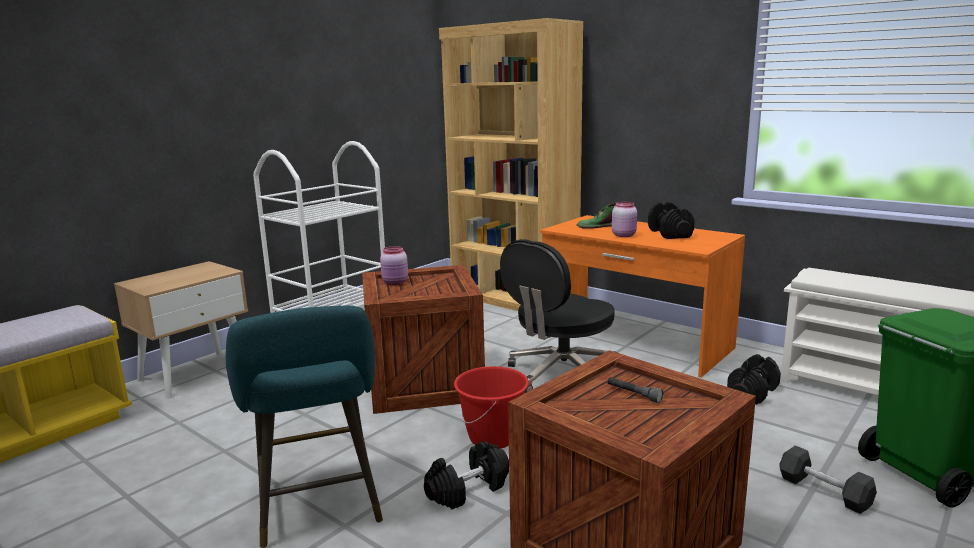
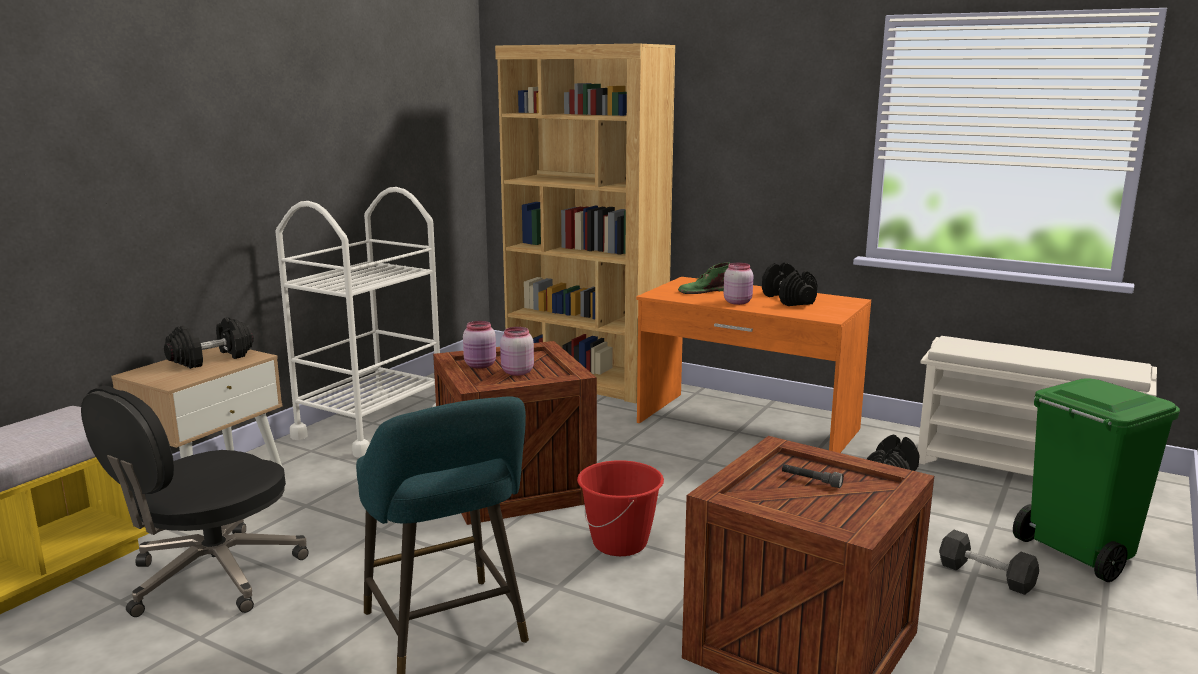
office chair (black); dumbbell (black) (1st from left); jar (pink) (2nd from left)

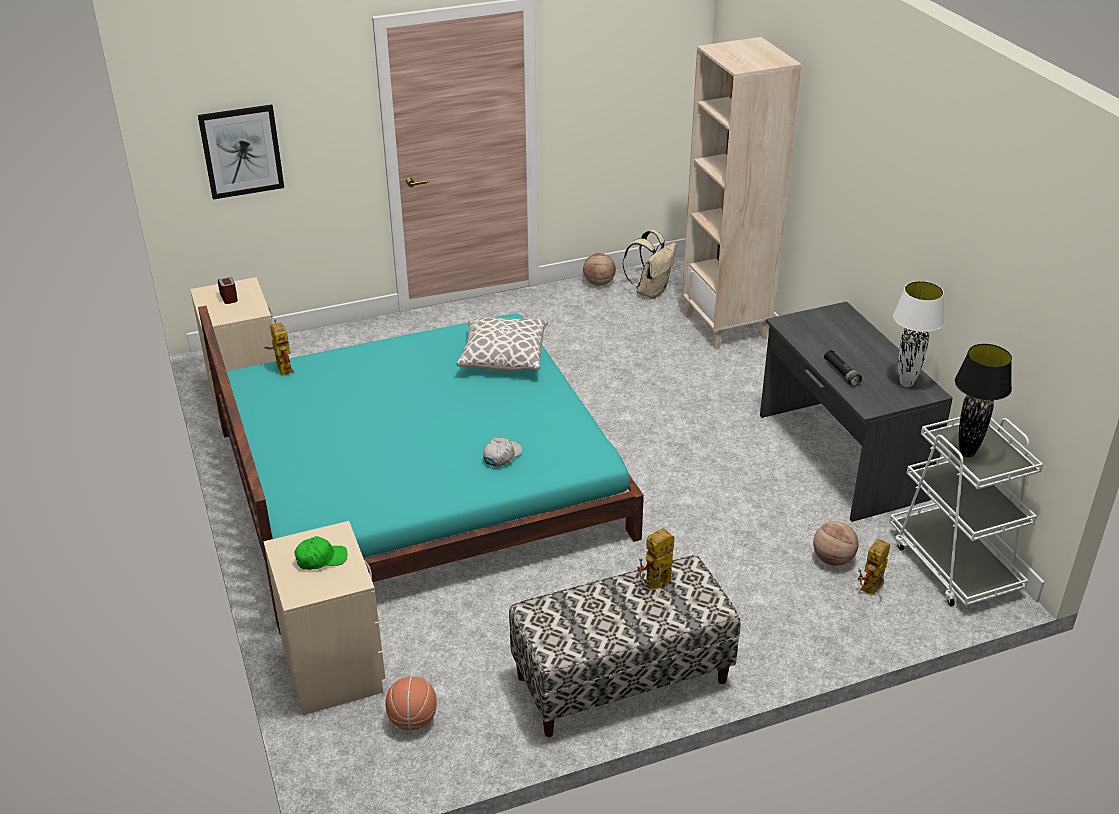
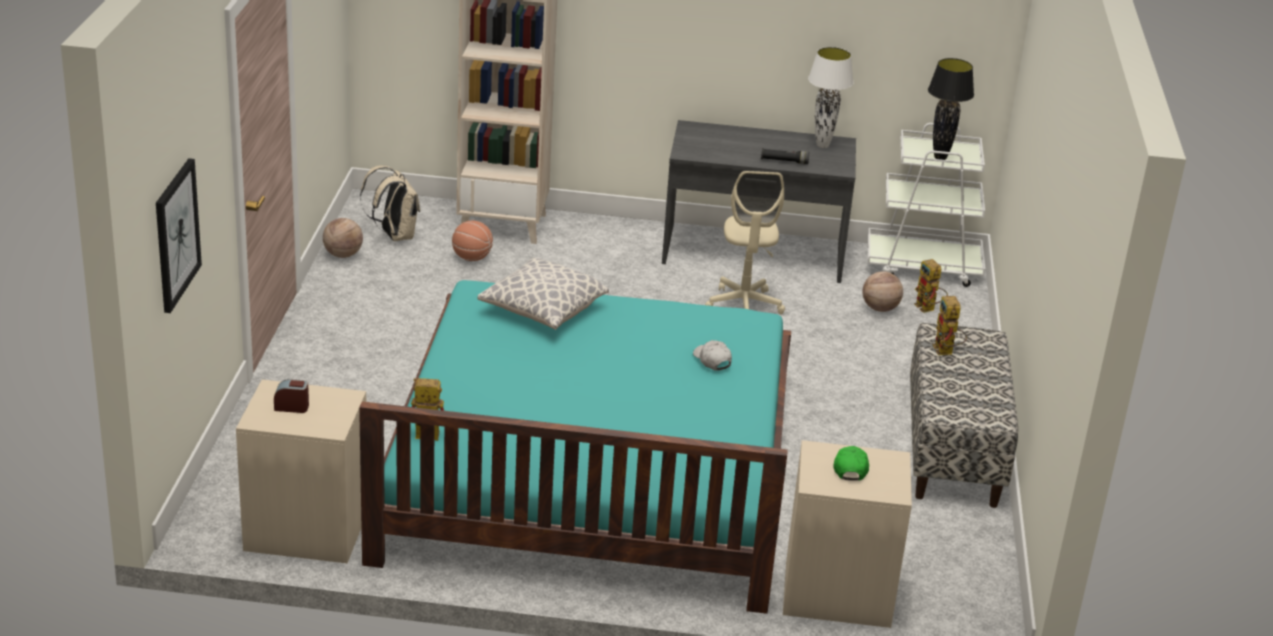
basketball (2nd from left); office chair (beige)

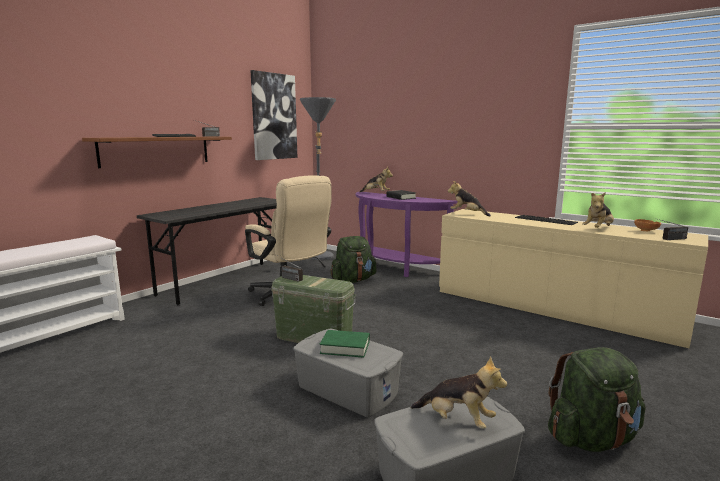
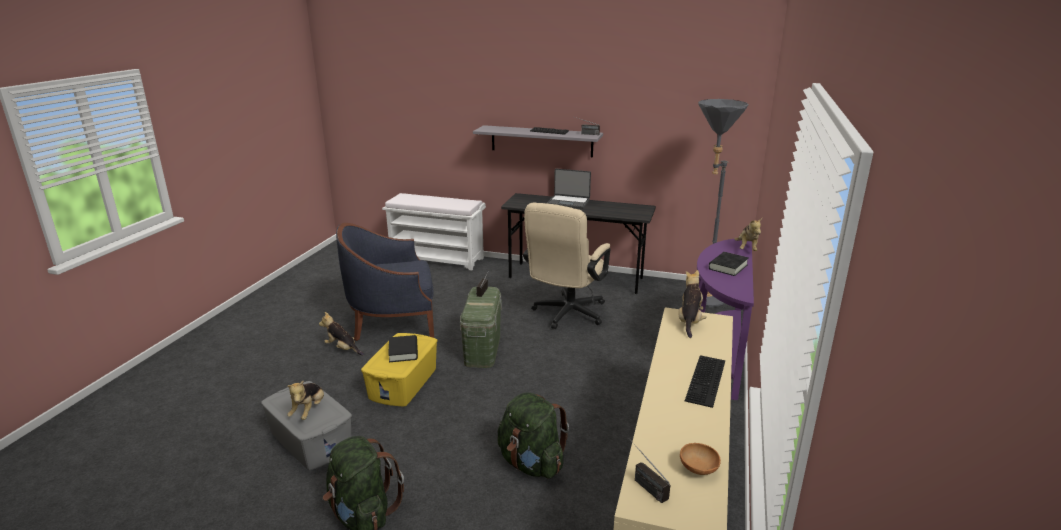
picture; shelf (grey); plush toy (2nd from left); backpack (green) (2nd from left); storage box (yellow); book (black) (1st from left); laptop; armchair (blue)

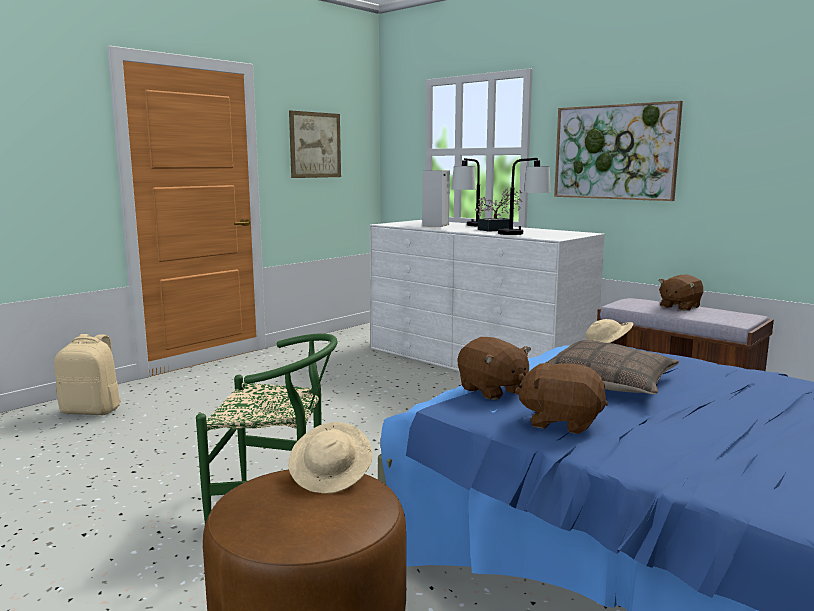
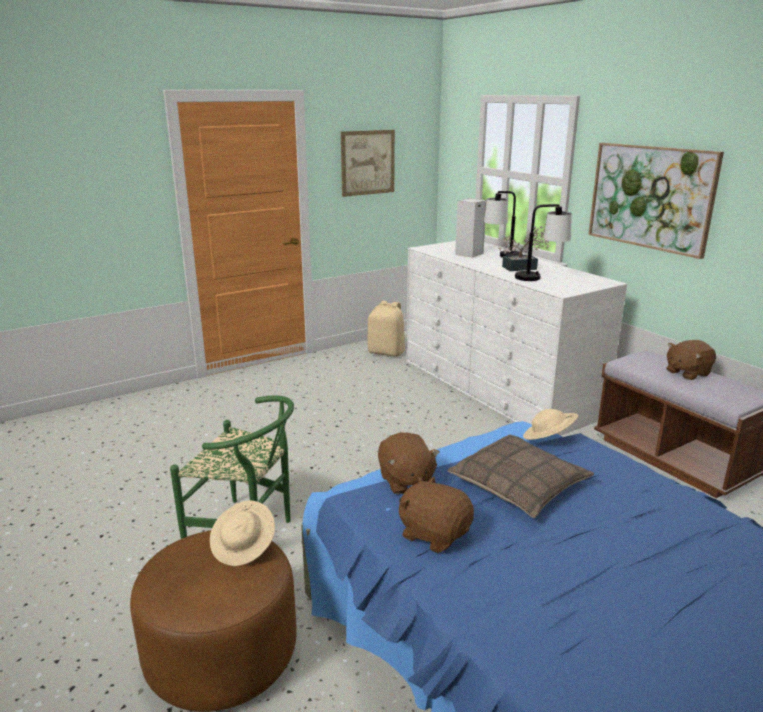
backpack (beige)

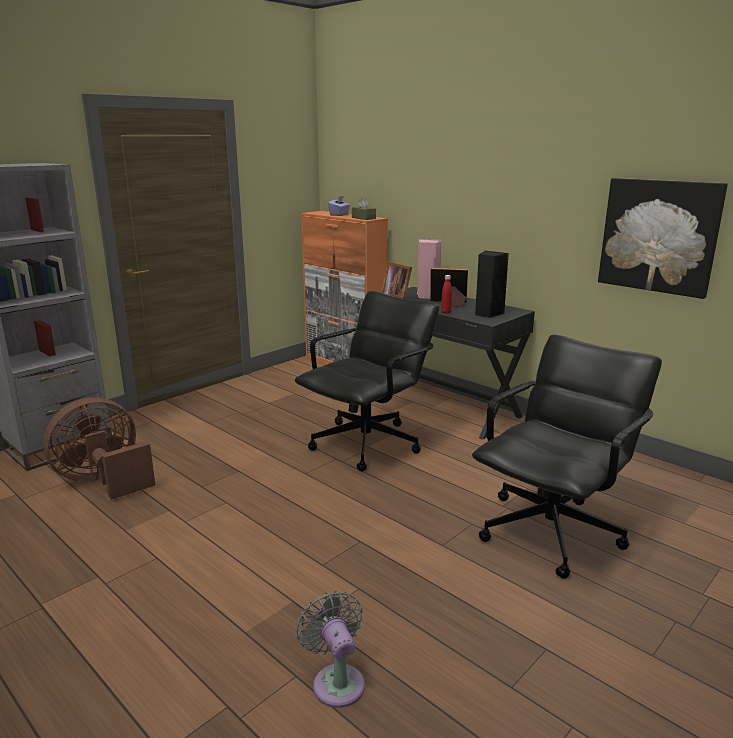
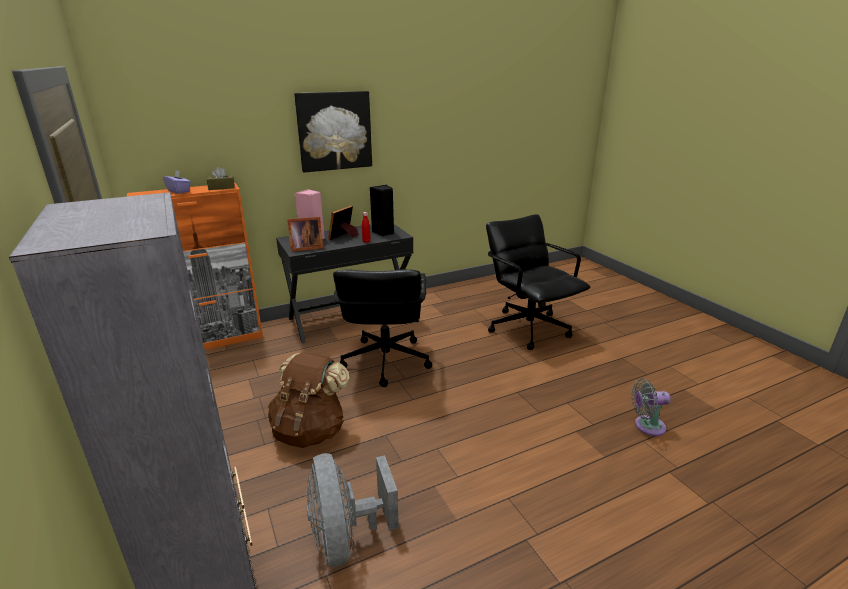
picture; office chair (black) (1st from left); fan (grey) (1st from left); backpack (brown)

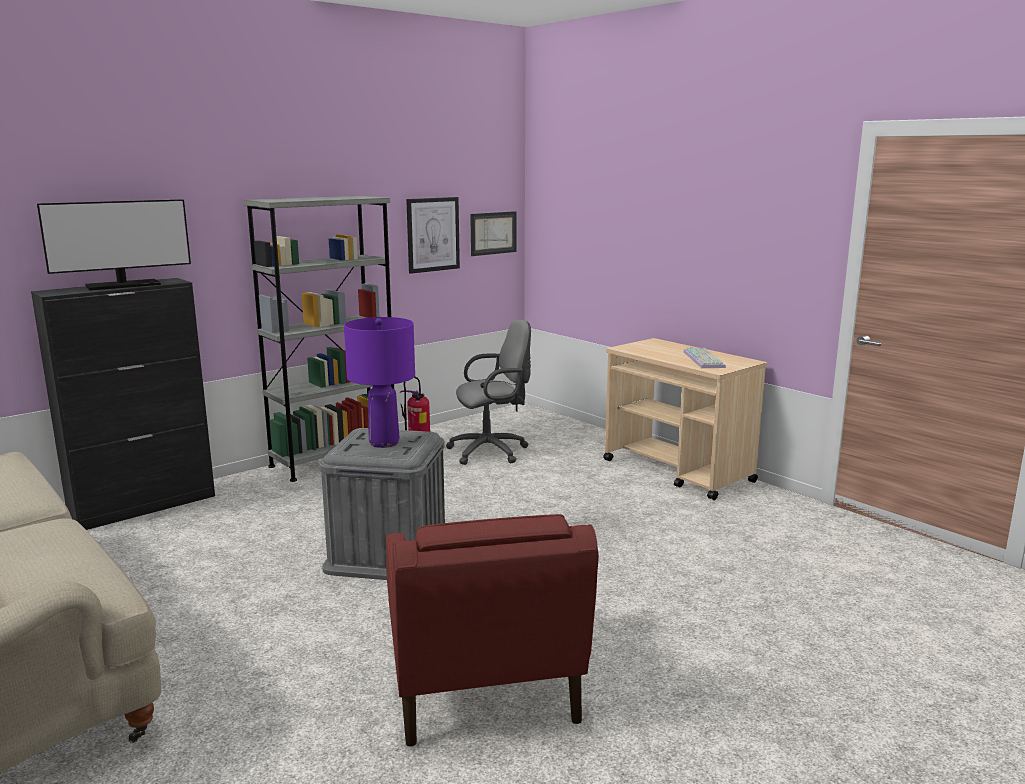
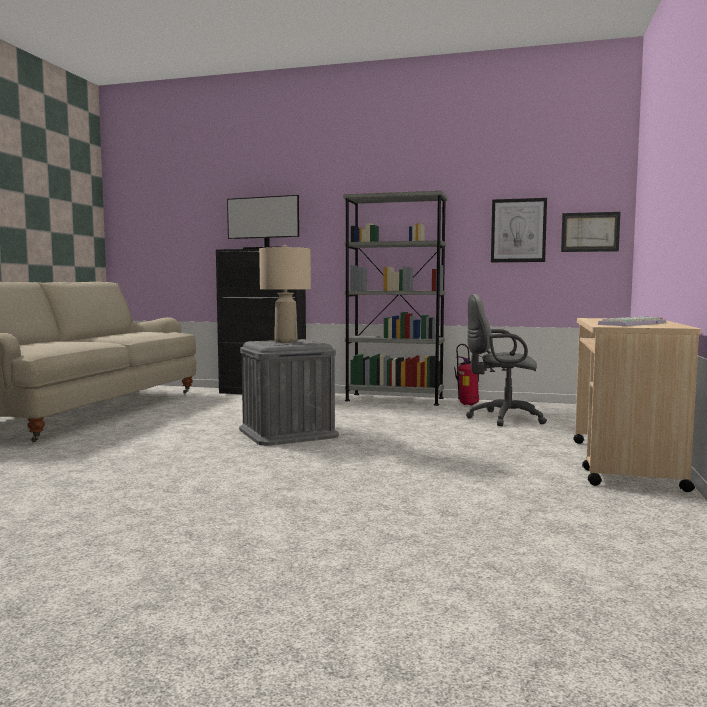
table lamp (beige); office chair (grey); armchair (red)

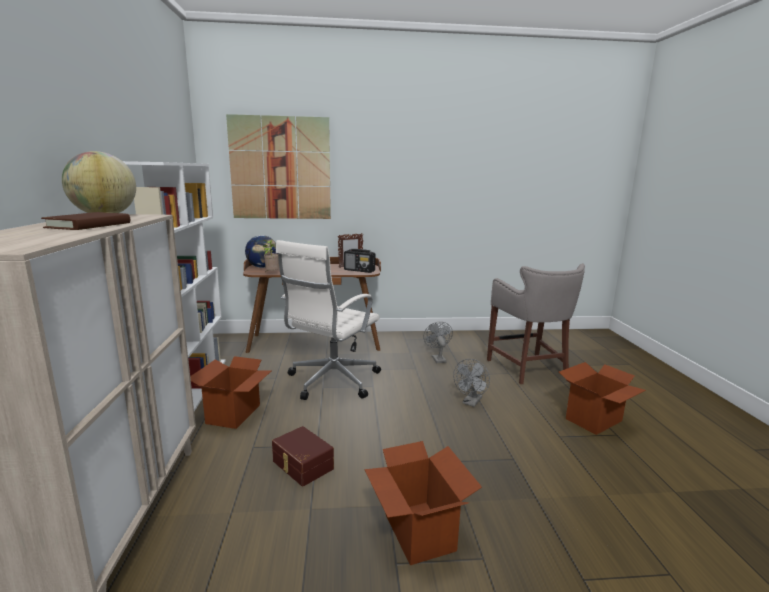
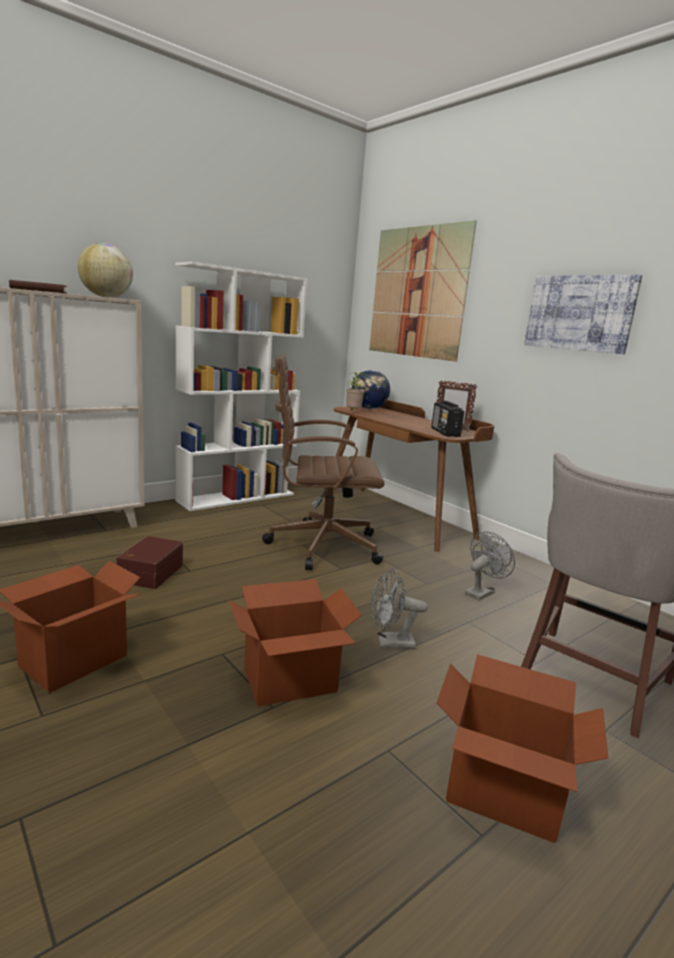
office chair (brown); cardboard box (2nd from left); picture (2nd from left)

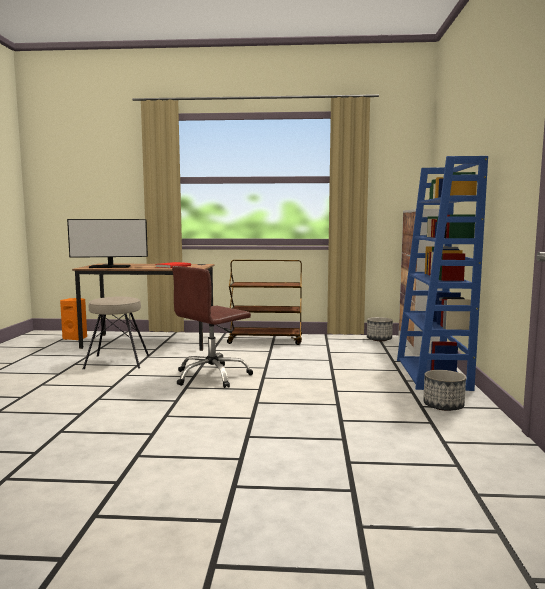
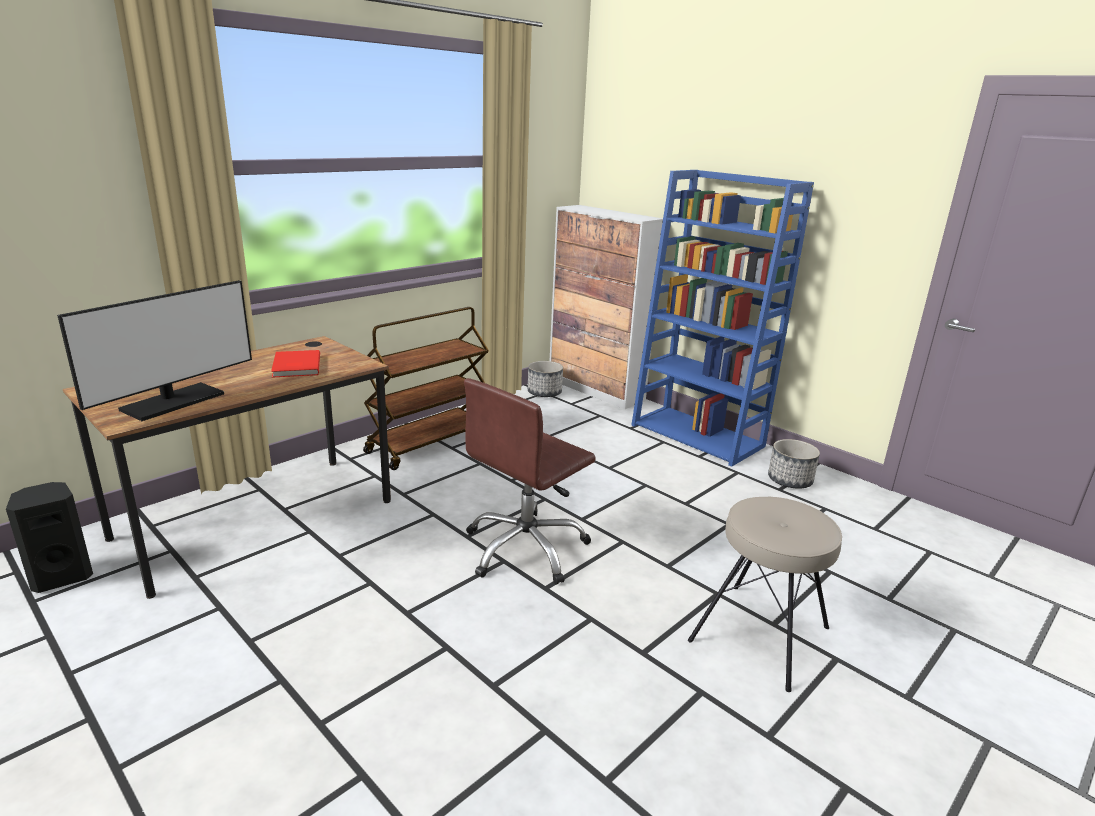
office chair (brown); stool (beige); speaker (black)

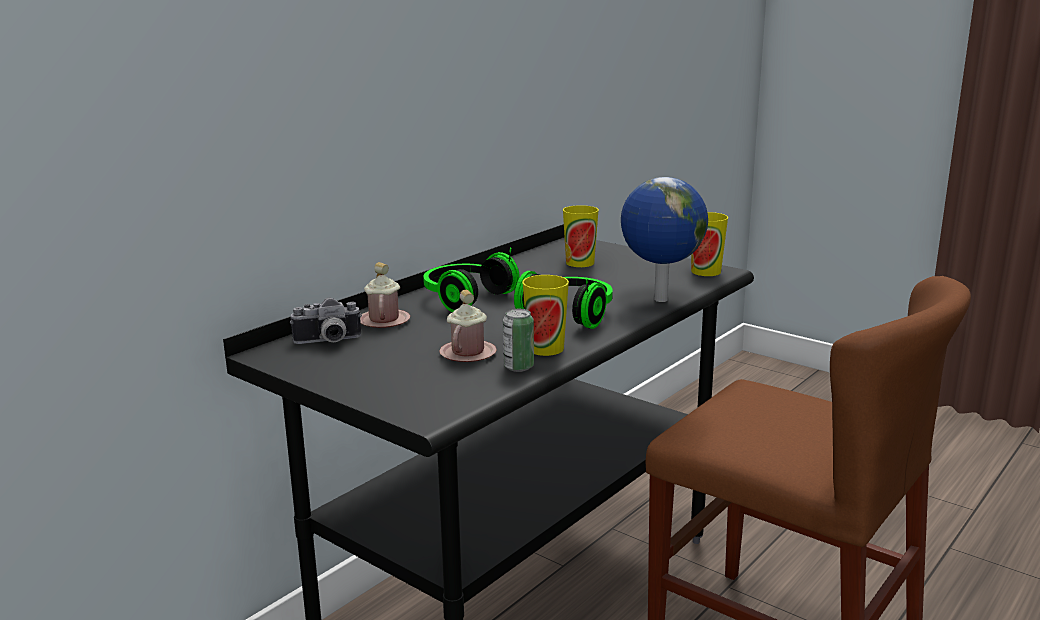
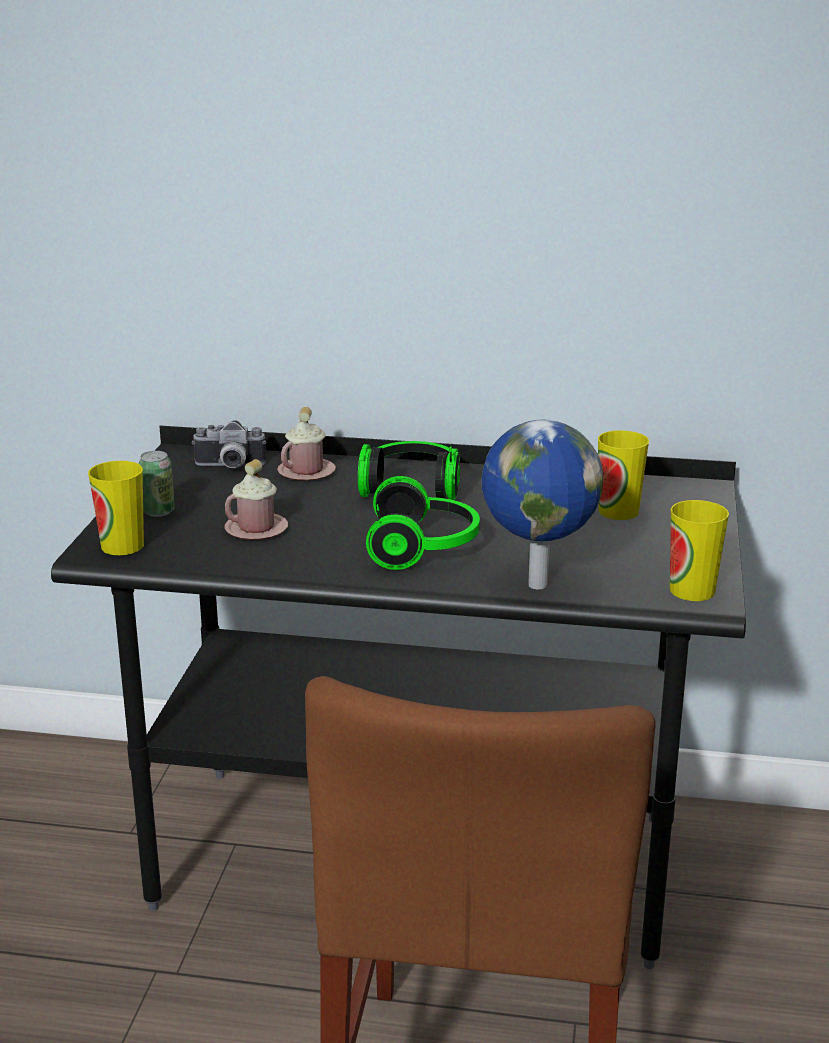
cup (1st from left); photo camera; can

